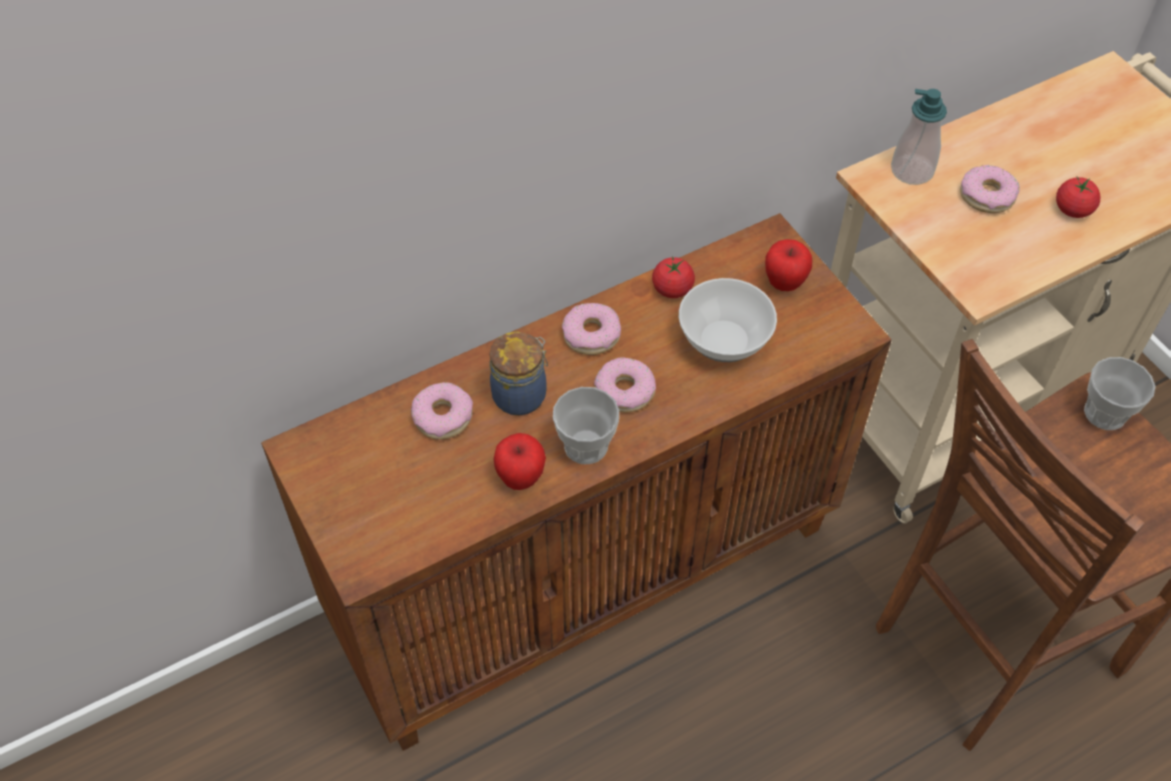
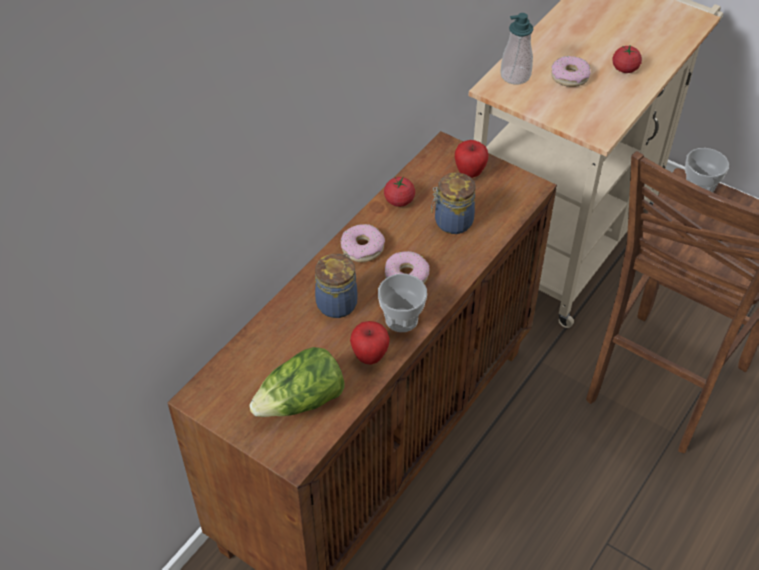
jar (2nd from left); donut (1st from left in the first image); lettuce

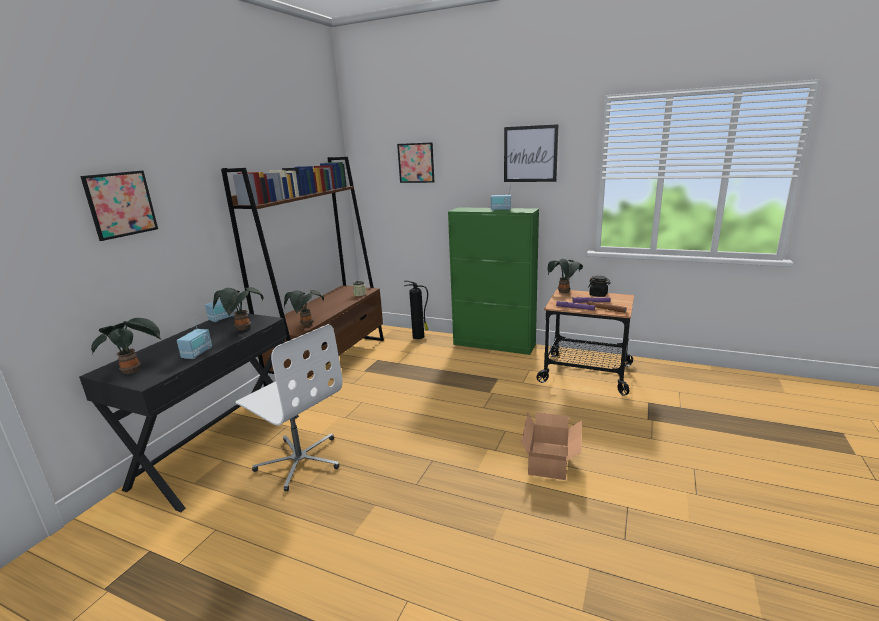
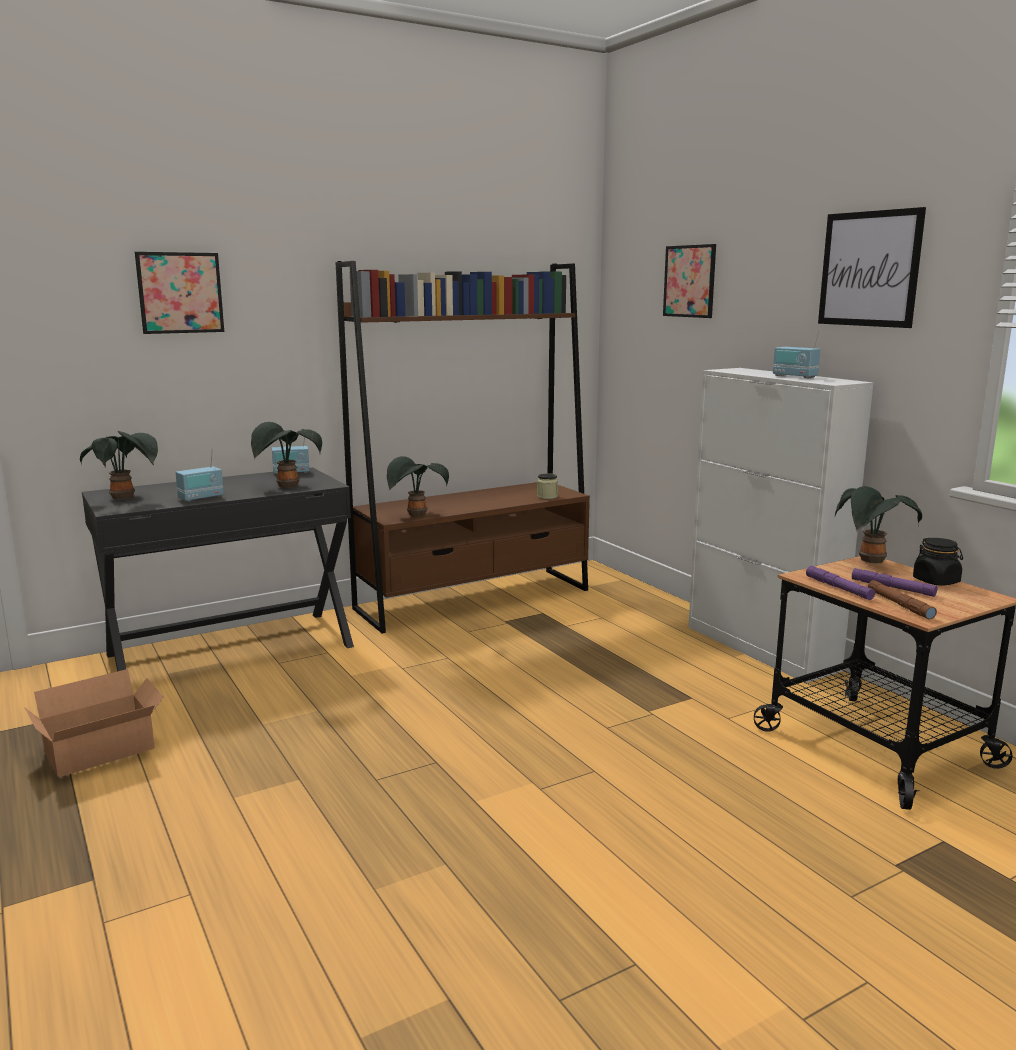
cabinet (white); fire extinguisher; office chair (white); cardboard box

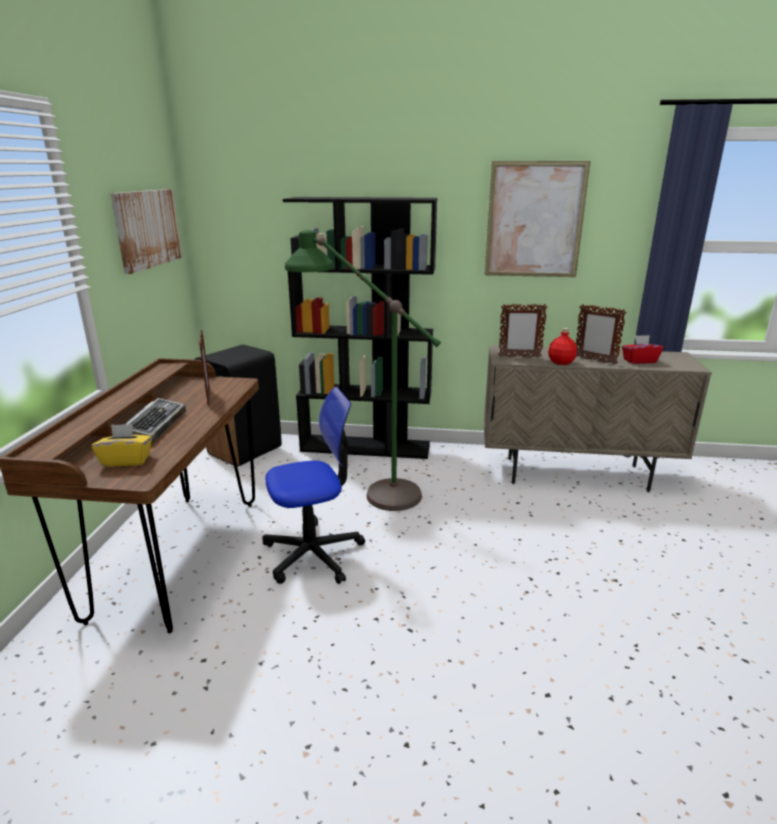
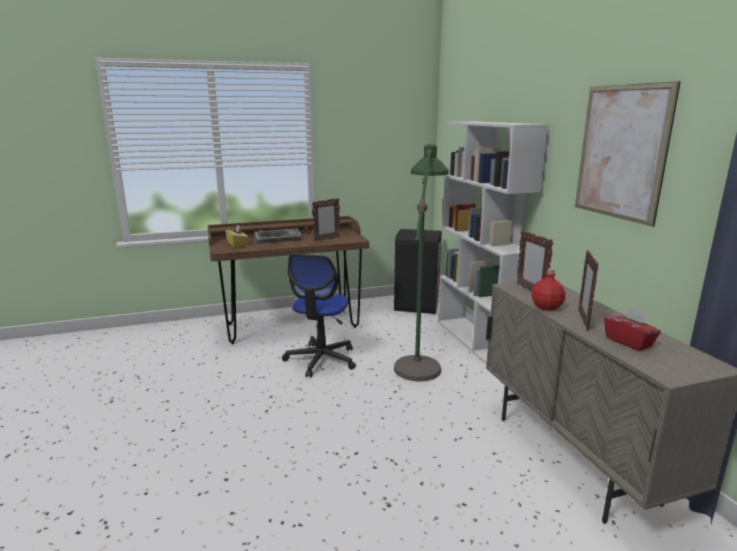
picture (1st from left in the first image); bookcase (white); office chair

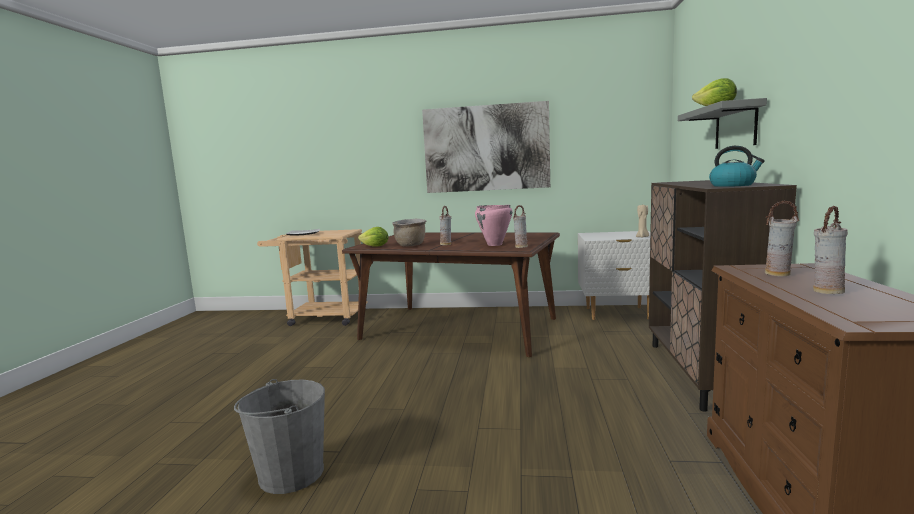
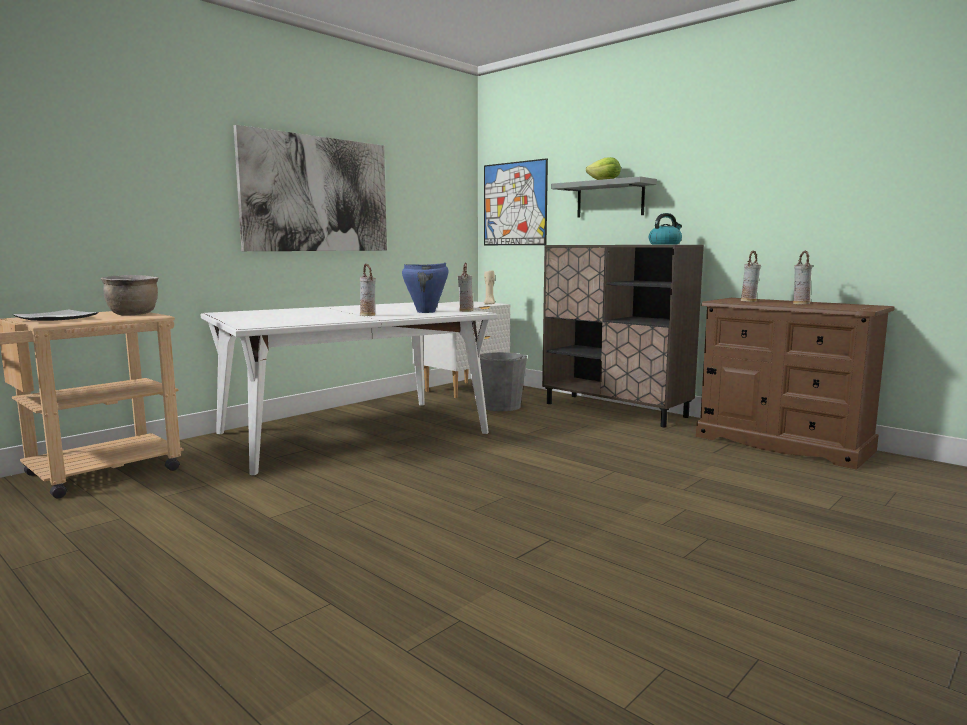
cooking pot (blue); cooking pot (brown); lettuce (1st from left in the first image); dining table (white); bucket (grey); picture (2nd from left)

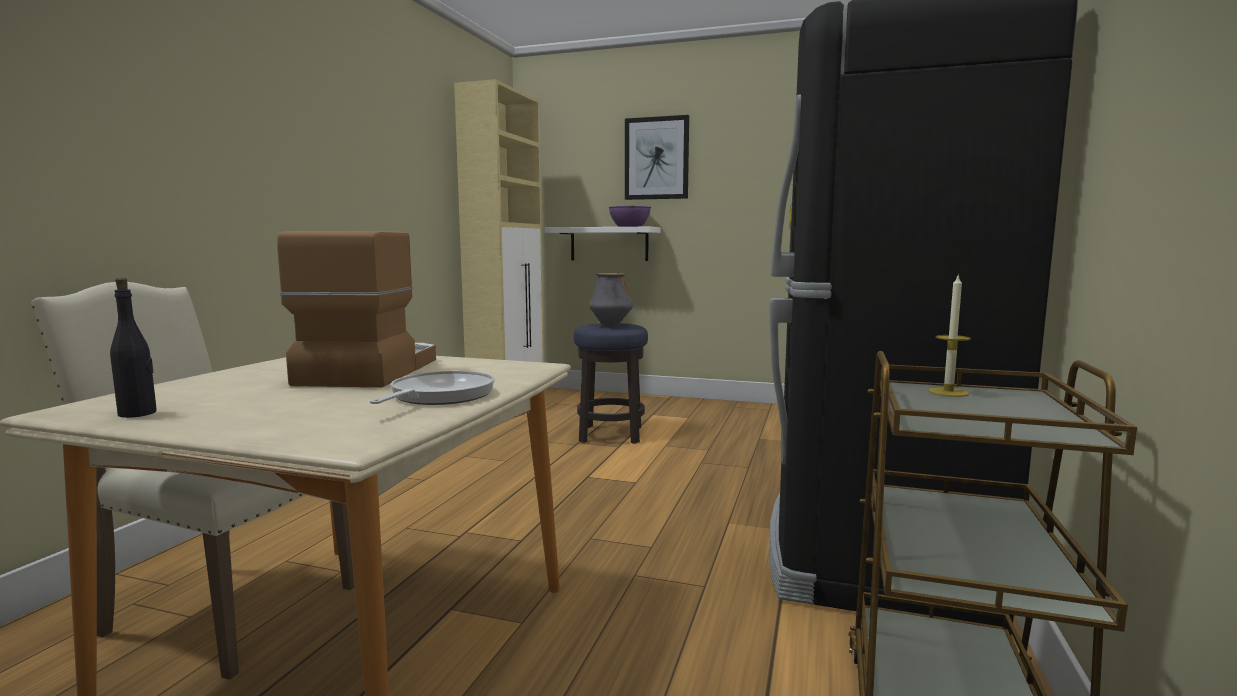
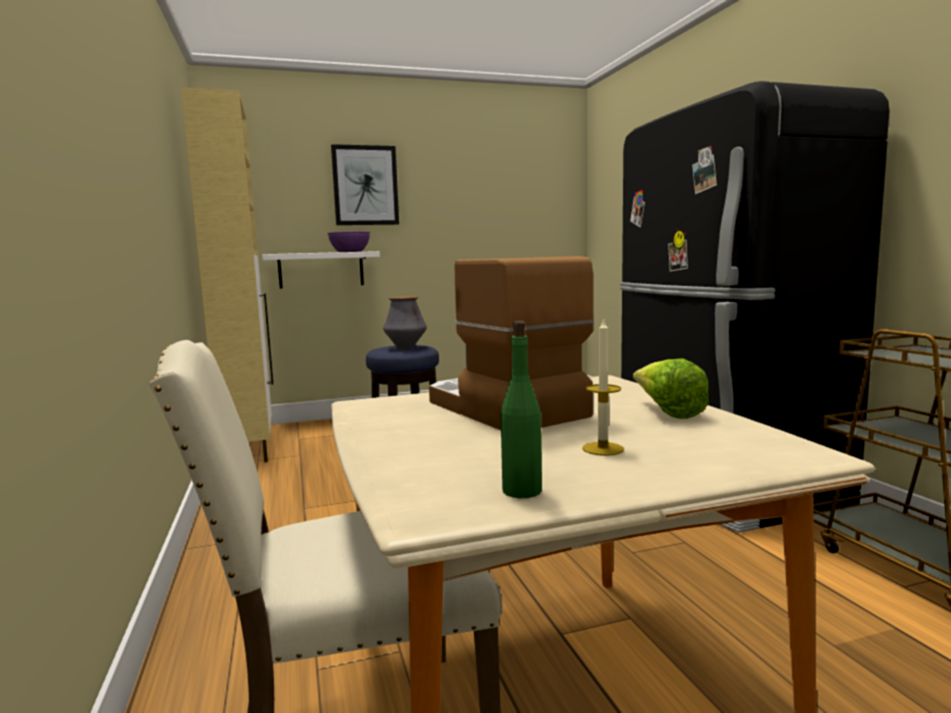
candle; bottle (green); lettuce

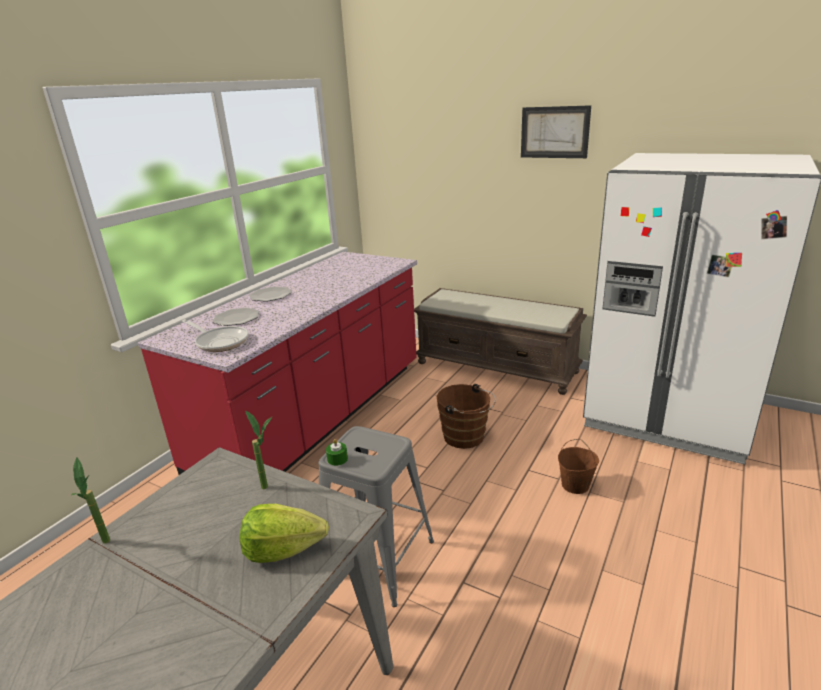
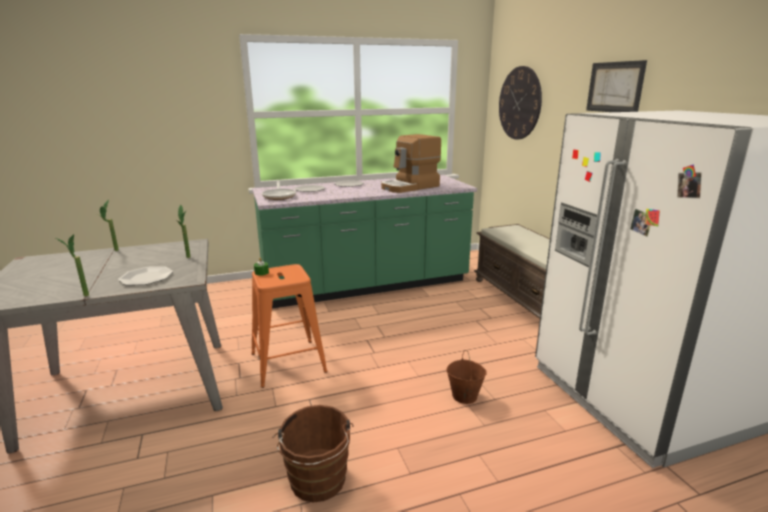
counter (green); bucket (brown) (1st from left); stool (orange); plate (1st from left); wall clock; coffee machine; potted plant (1st from left)

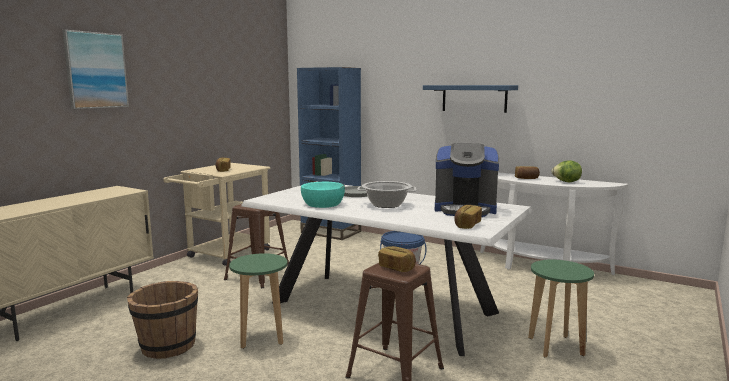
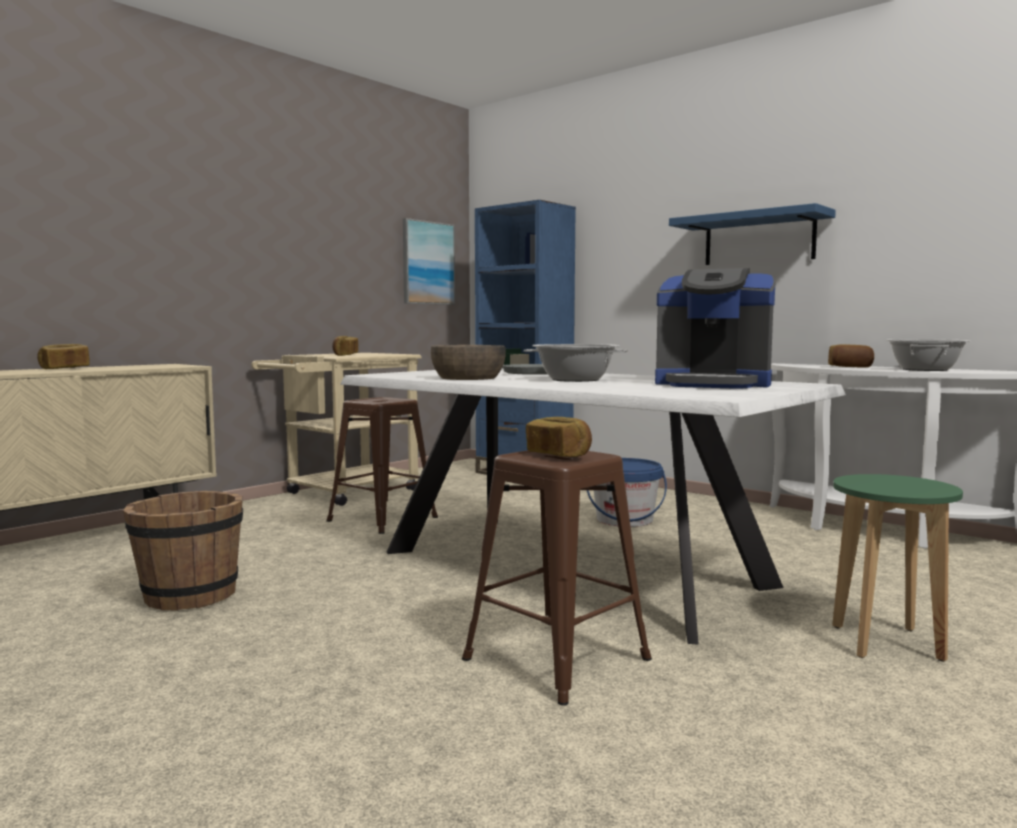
picture; cooking pot (2nd from left); bowl (brown); bread (1st from left); stool (green) (1st from left in the first image)

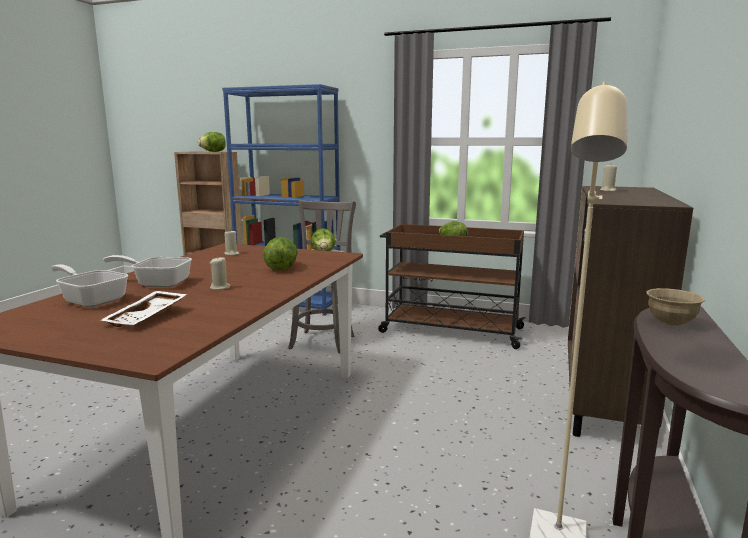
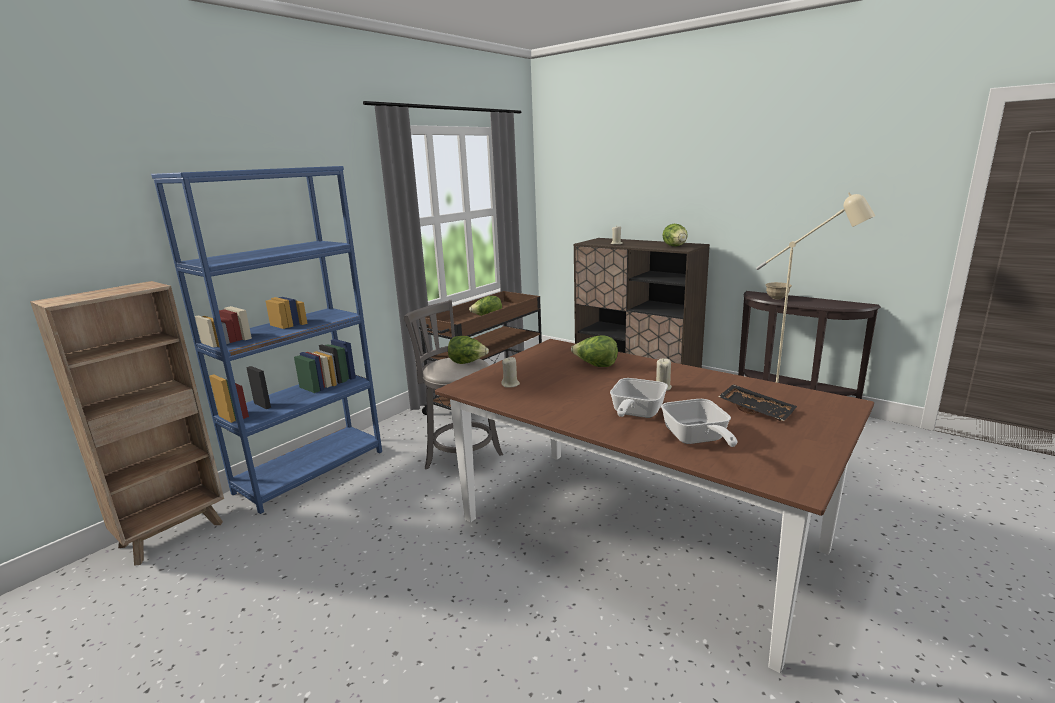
lettuce (4th from left); frying pan (2nd from left); tray (black)

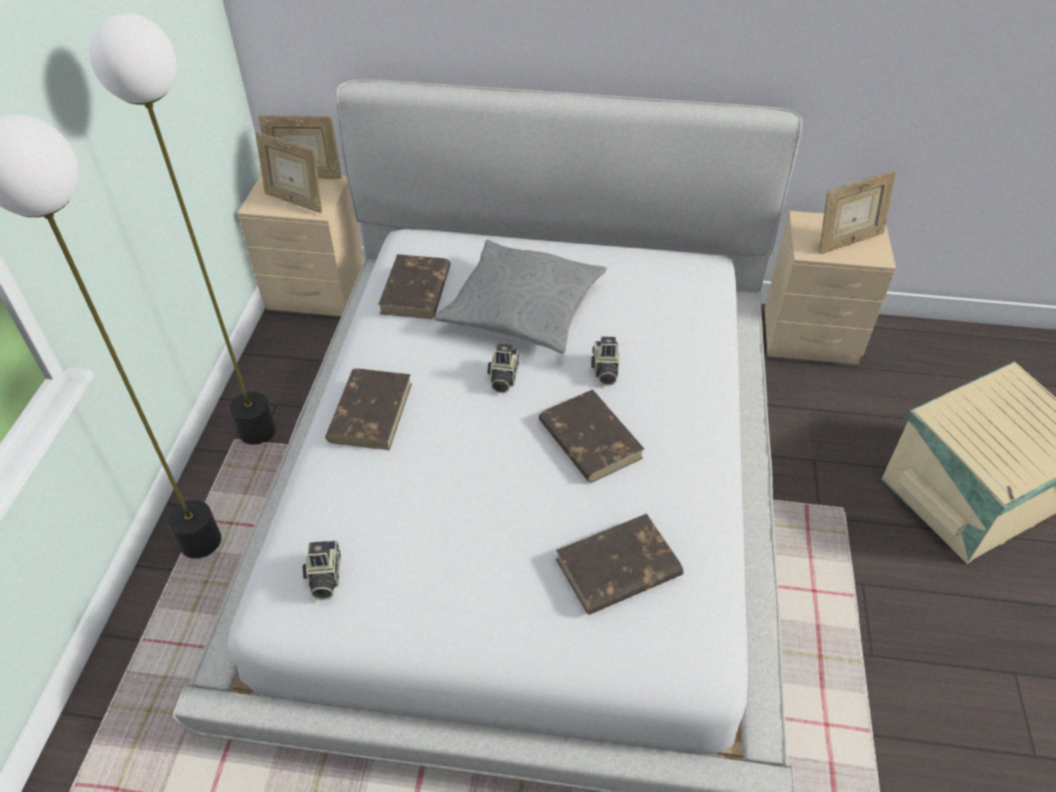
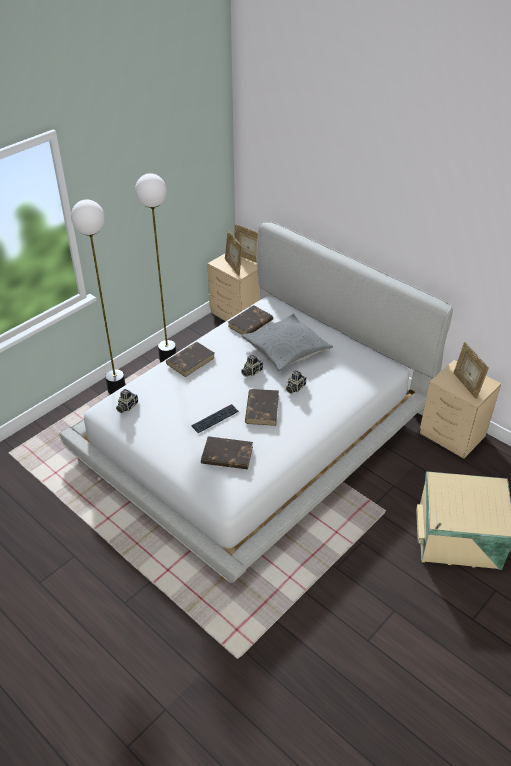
picture frame (3rd from left); keyboard

